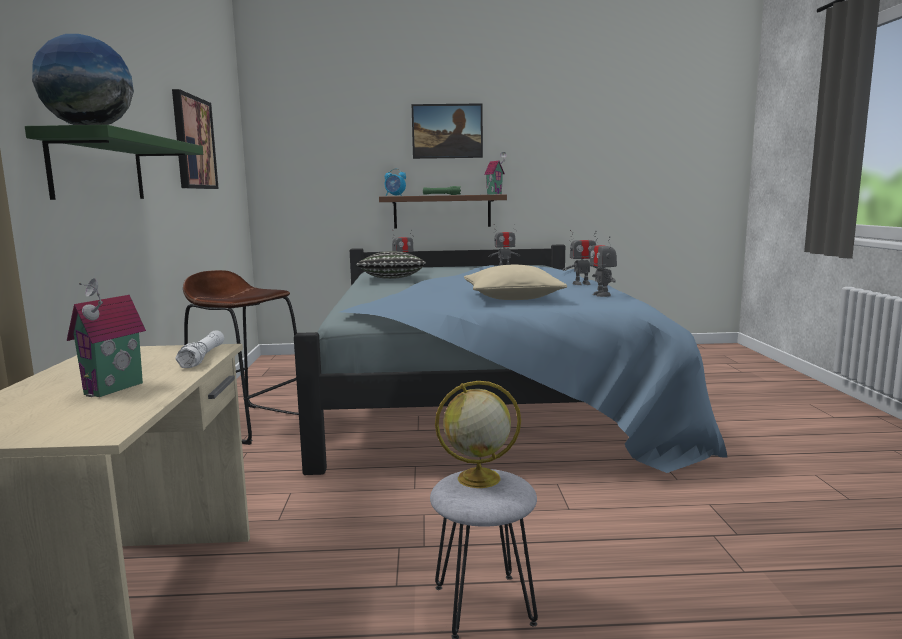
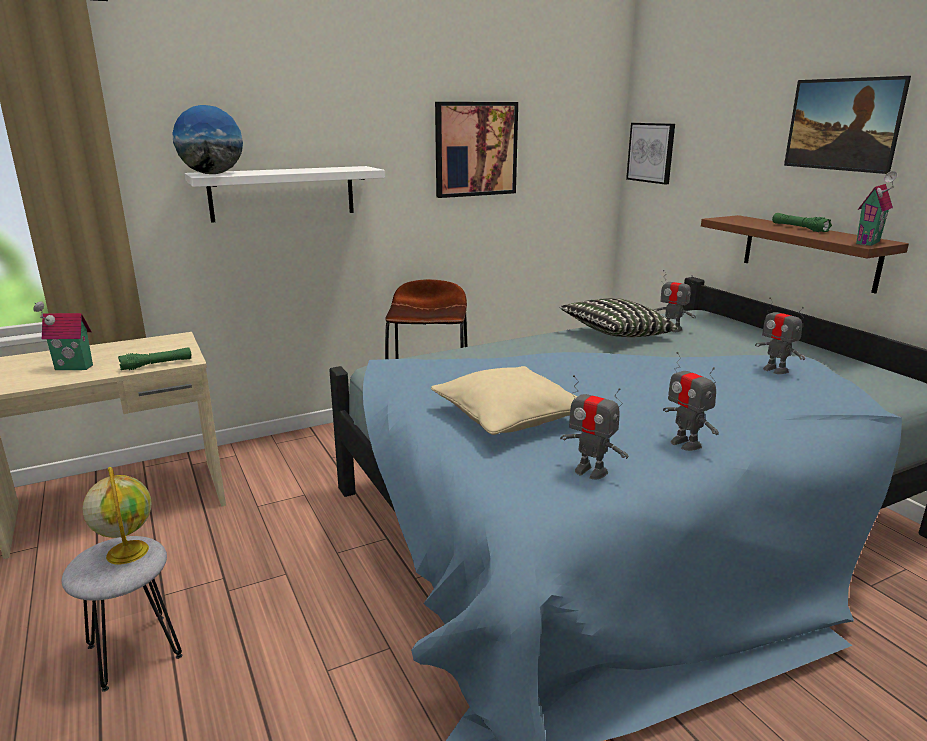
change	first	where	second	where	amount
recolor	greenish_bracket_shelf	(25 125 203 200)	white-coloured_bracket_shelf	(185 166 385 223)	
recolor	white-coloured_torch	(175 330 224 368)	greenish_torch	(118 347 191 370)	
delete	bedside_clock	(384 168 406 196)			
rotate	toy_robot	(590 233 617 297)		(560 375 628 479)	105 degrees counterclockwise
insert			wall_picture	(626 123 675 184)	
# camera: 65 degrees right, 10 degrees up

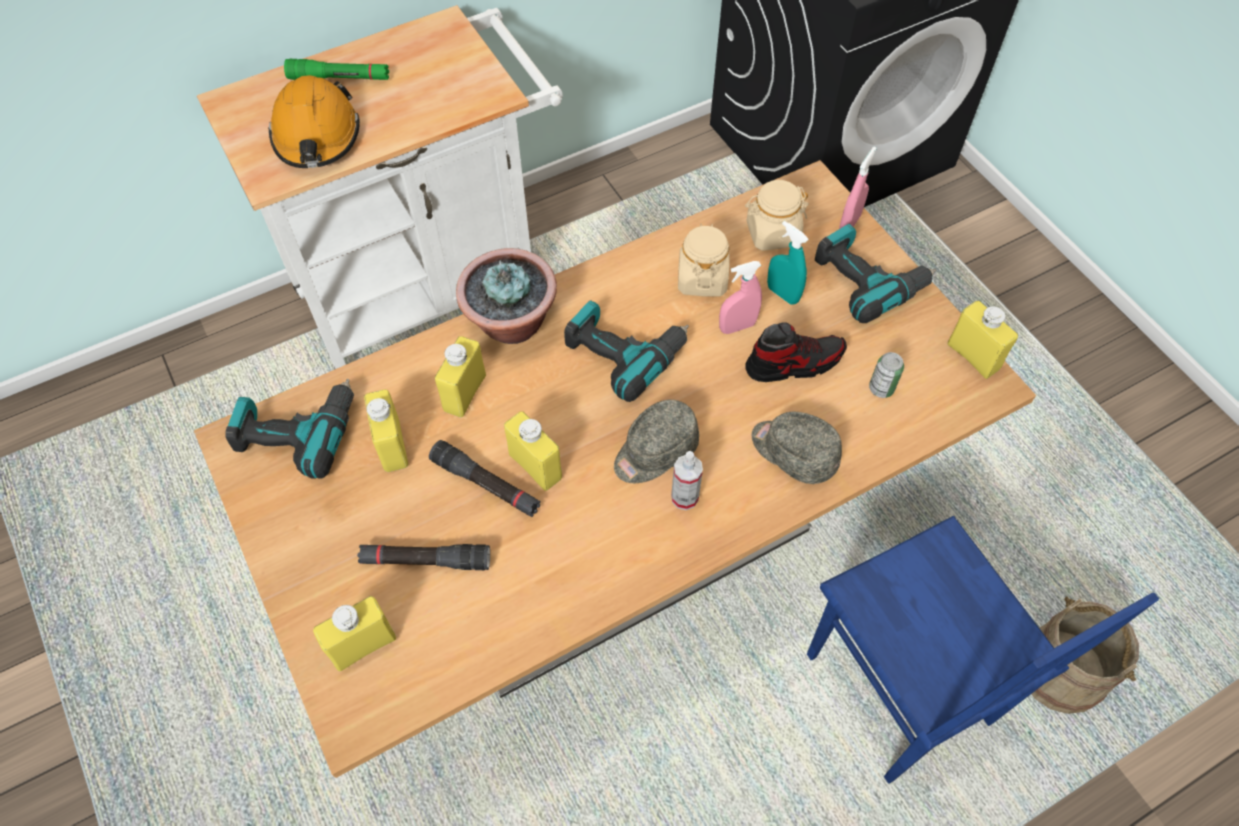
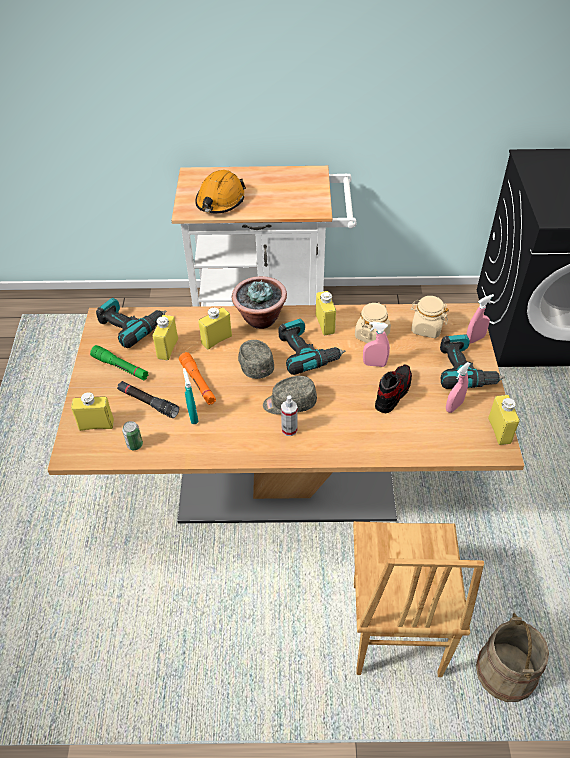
change	first	where	second	where	amount
move	greenish_torch	(284 59 389 80)		(90 345 148 380)	
recolor	blackish_torch	(429 440 540 517)	orange_torch	(179 352 216 405)	
move	yellow-coloured_beverage_bottle	(504 411 562 491)		(316 291 336 335)	
rotate	low_shoe	(745 322 847 382)		(375 364 412 413)	75 degrees counterclockwise
move	gray_baseball_cap	(752 411 842 484)		(238 340 274 379)	
move	turquoise-coloured_sprayer	(767 221 809 305)		(183 368 199 424)	
recolor	blue-coloured_chair	(807 516 1159 784)	brown_chair	(353 521 484 677)	
move	metal_can	(869 352 904 398)		(122 421 143 450)	
insert			pinkish_sprayer	(446 362 470 413)	
# camera: 30 degrees right, 10 degrees down

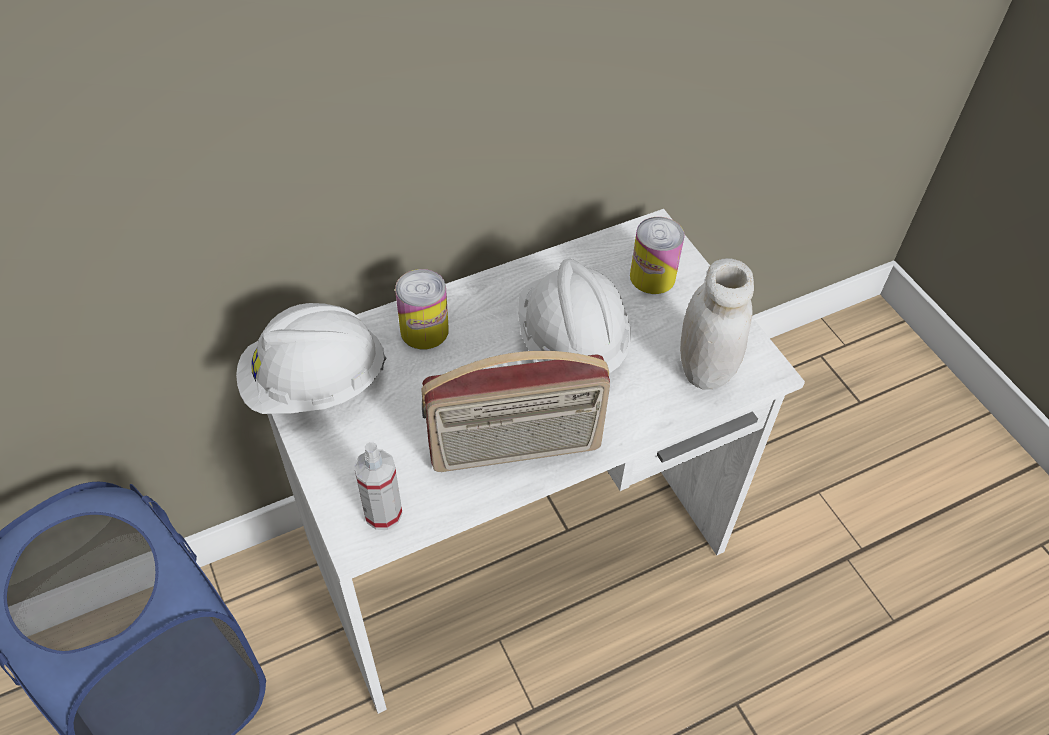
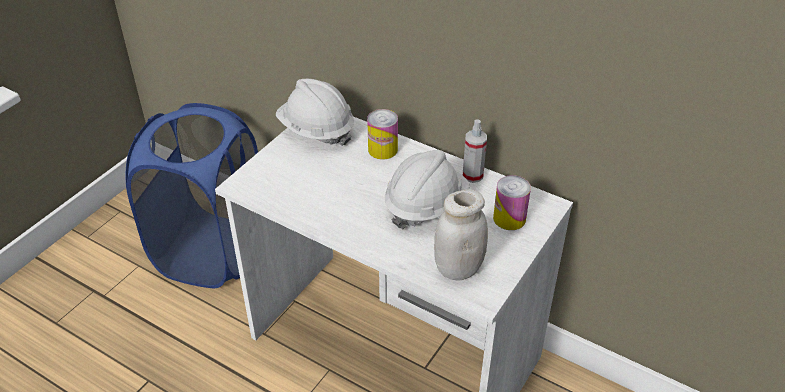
change	first	where	second	where	amount
move	sprayer	(354 442 403 530)		(463 119 487 183)	
delete	radio_set	(421 351 610 472)			
# camera: 60 degrees right, 10 degrees down

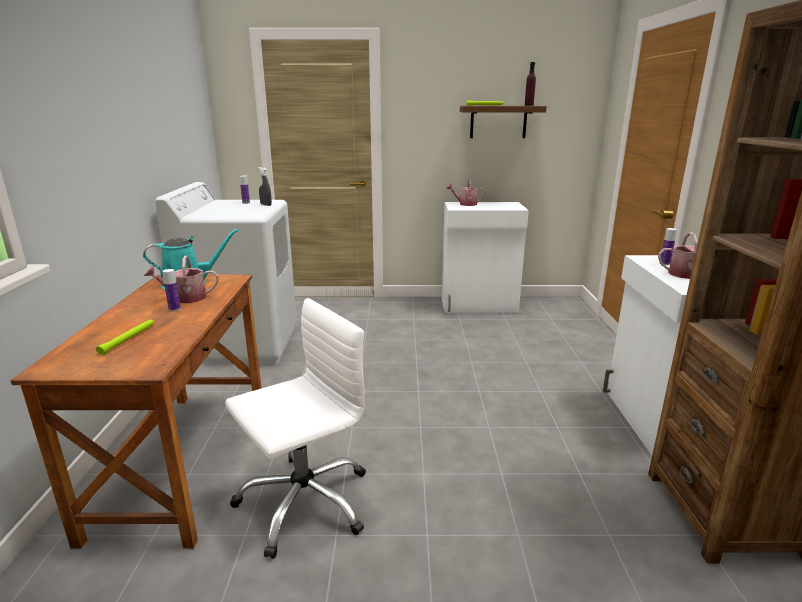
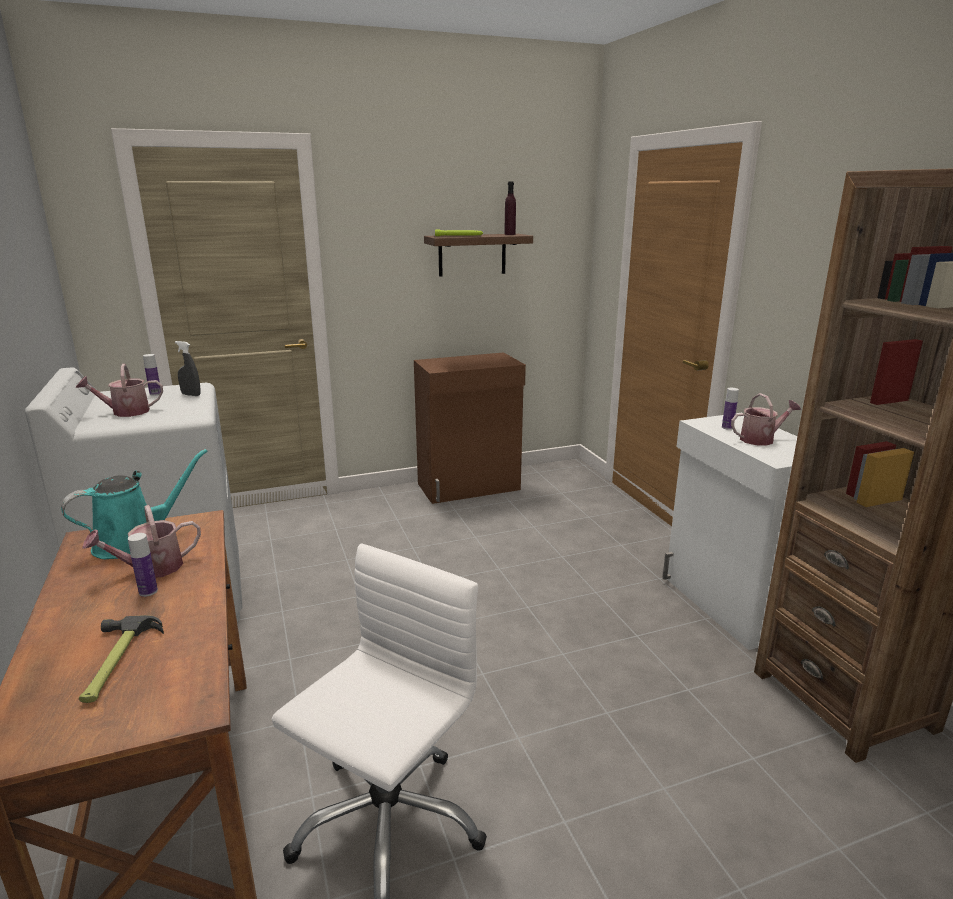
change	first	where	second	where	amount
replace	greenish_torch	(96 320 154 355)	tool_hammer	(79 615 164 703)	
recolor	white-coloured_cabinet	(442 202 529 313)	brown_cabinet	(414 352 526 504)	
move	sprinkling_can	(446 179 486 206)		(76 364 163 417)	
# camera: 20 degrees left, 0 degrees up

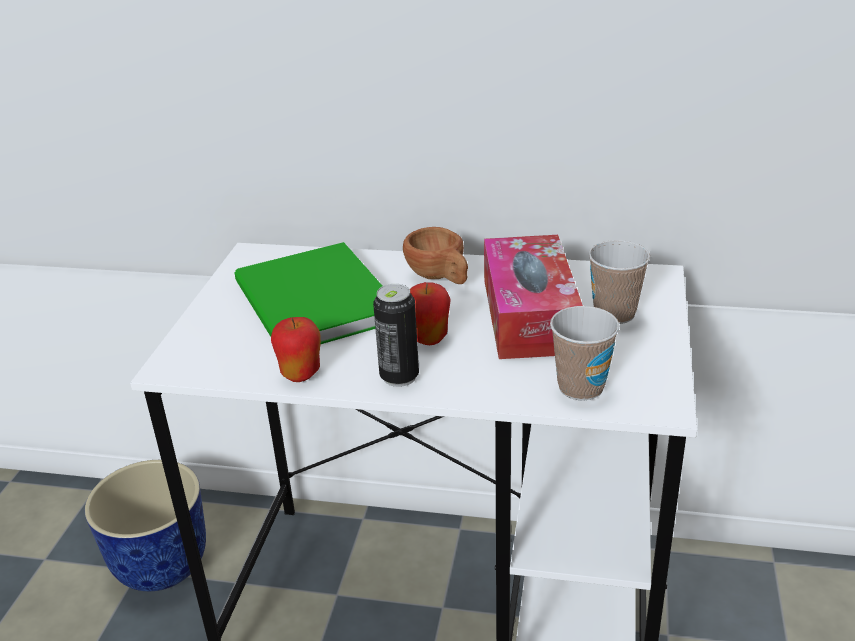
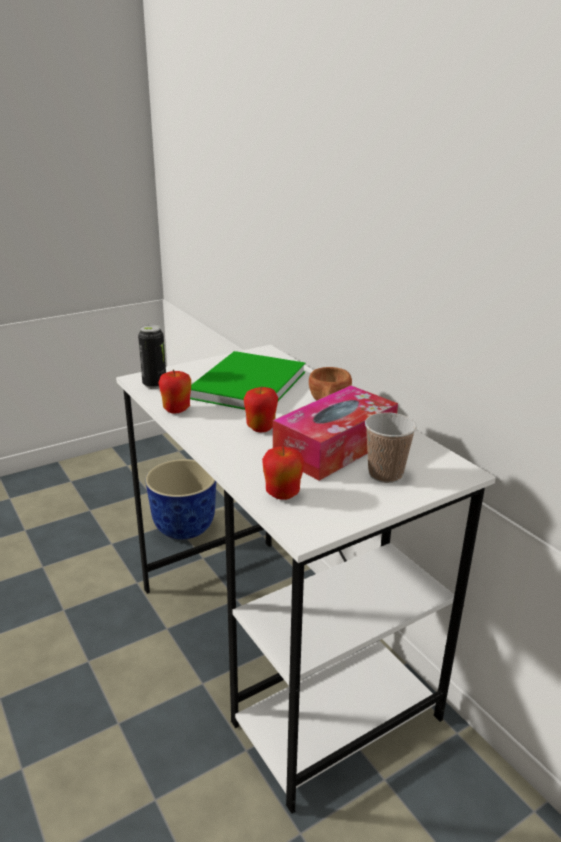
change	first	where	second	where	amount
move	metal_can	(373 284 419 387)		(138 325 166 389)	
replace	cup	(550 306 620 401)	whole_apple	(262 447 304 500)	
# camera: 45 degrees right, 5 degrees down

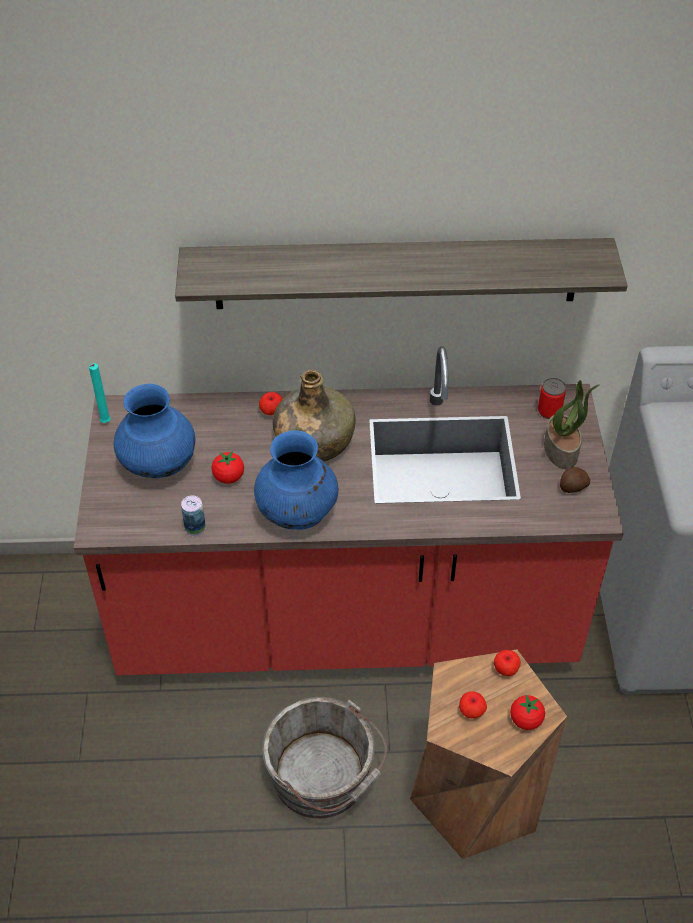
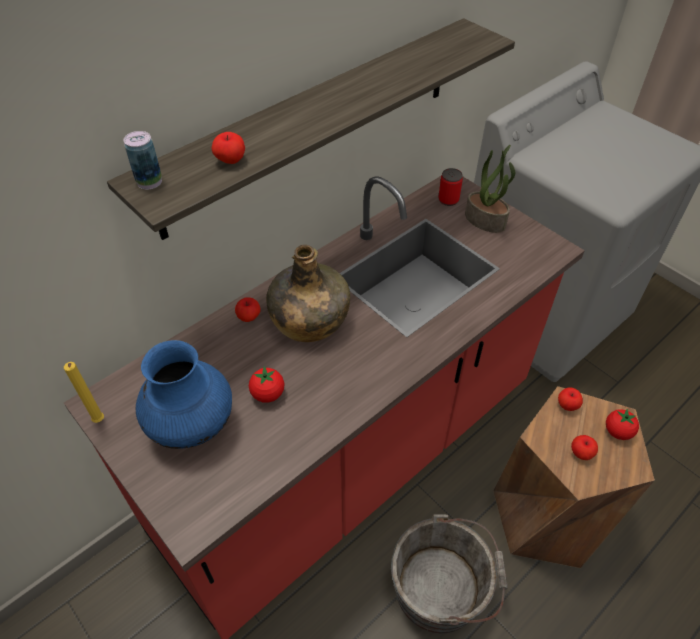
change	first	where	second	where	amount
recolor	turquoise-coloured_wax_light	(89 363 111 423)	yellow-coloured_wax_light	(64 362 104 423)	
move	metal_can	(181 495 206 537)		(123 131 162 189)	
delete	blue-coloured_vase	(254 430 338 530)			
delete	spud	(560 467 590 493)			
insert			whole_apple	(211 132 245 164)	
# camera: 40 degrees left, 0 degrees up

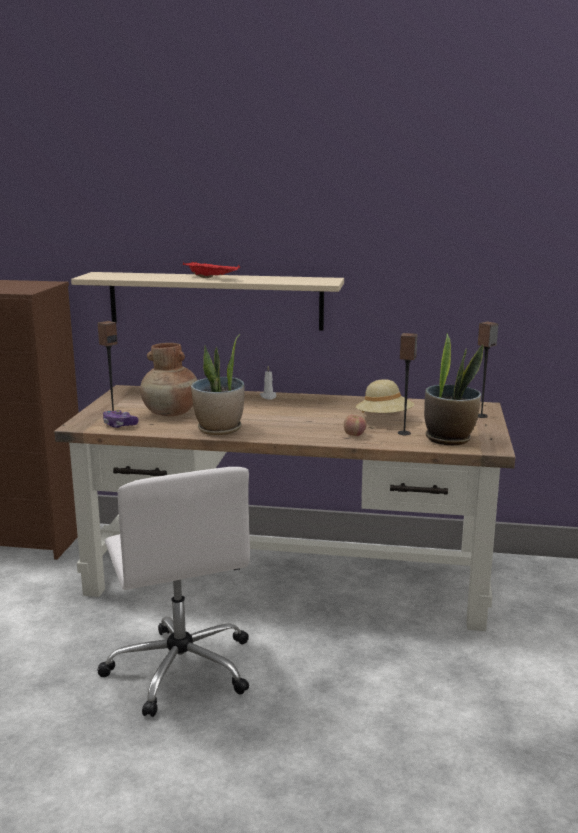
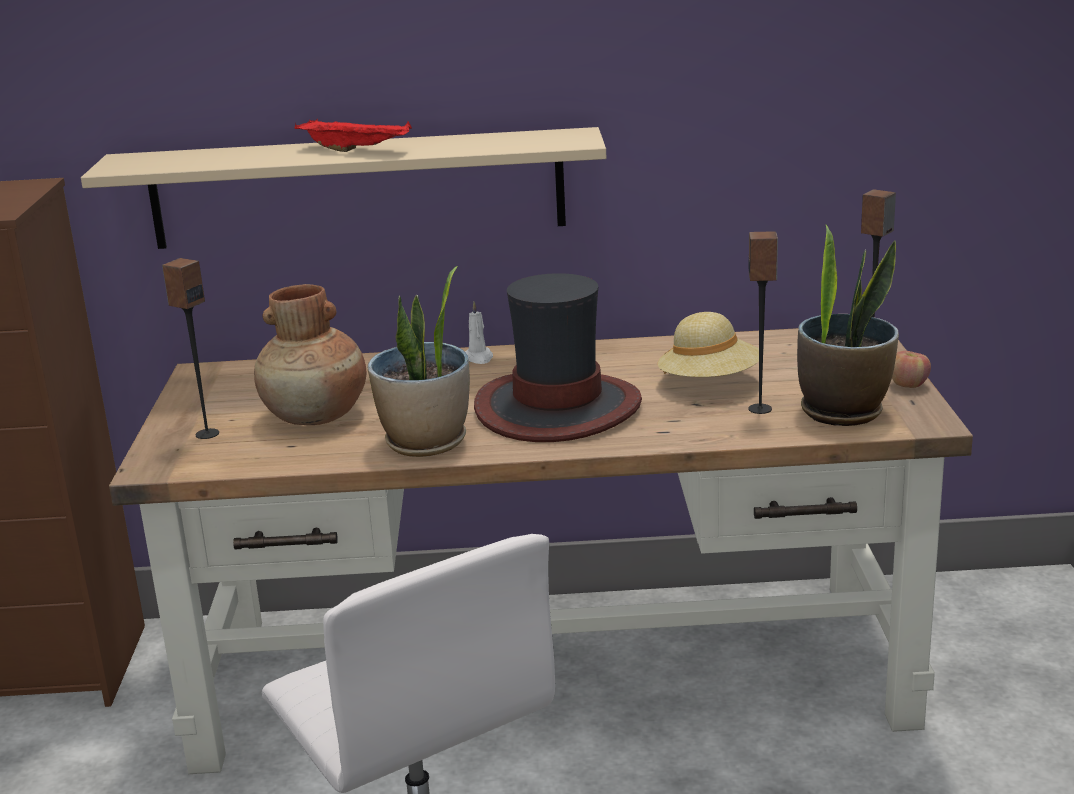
change	first	where	second	where	amount
delete	gamepad	(103 410 139 428)			
move	whole_apple	(344 415 367 436)		(892 351 931 388)	
insert			hat	(474 273 642 442)	
# camera: 10 degrees left, 5 degrees up

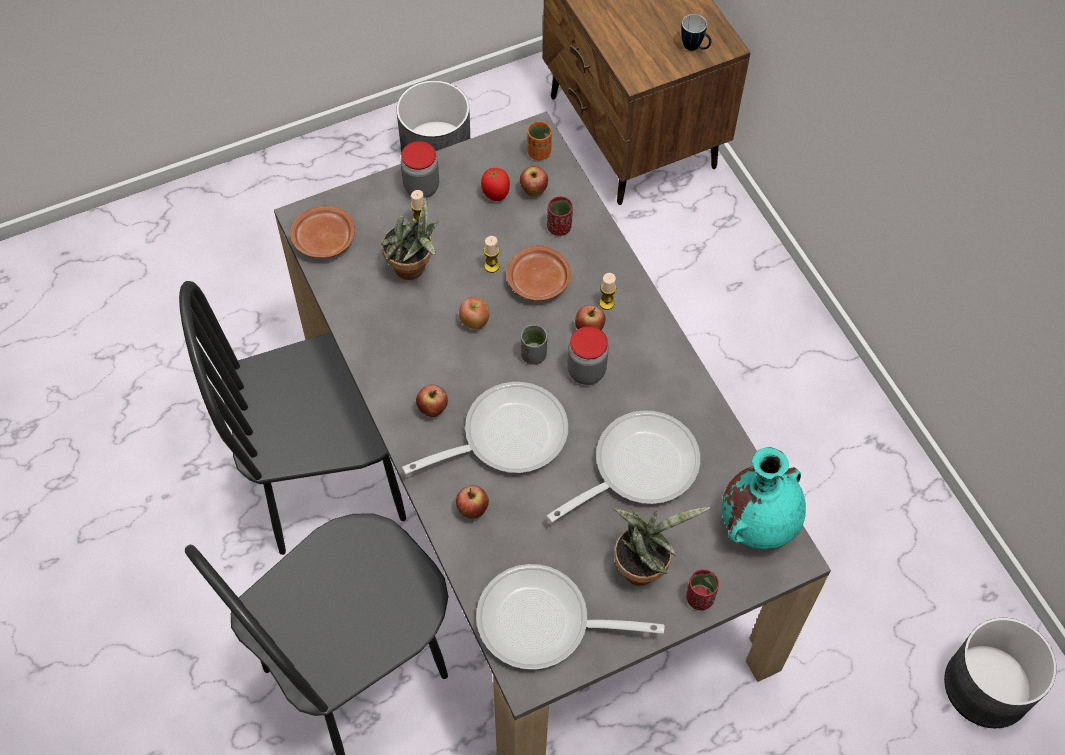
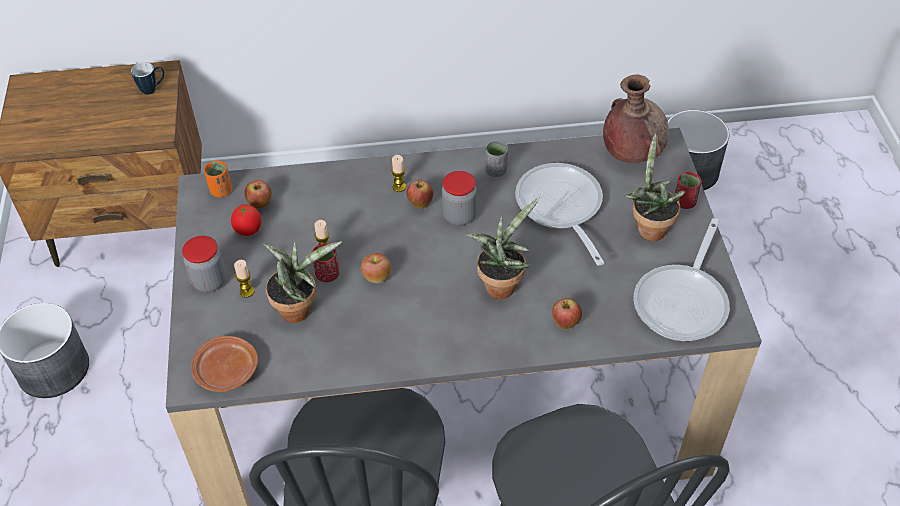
change	first	where	second	where	amount
replace	pan	(402 382 568 474)	houseplant	(465 198 540 299)	
delete	whole_apple	(416 384 448 417)			
delete	brown_flat_dish	(506 245 571 301)			
move	gray_cup	(521 325 547 365)		(485 140 508 177)	
move	reddish_cup	(547 196 573 236)		(312 243 339 282)	
recolor	turquoise-coloured_vase	(722 447 806 549)	brown_vase	(603 74 669 163)	
# camera: 70 degrees left, 10 degrees down

